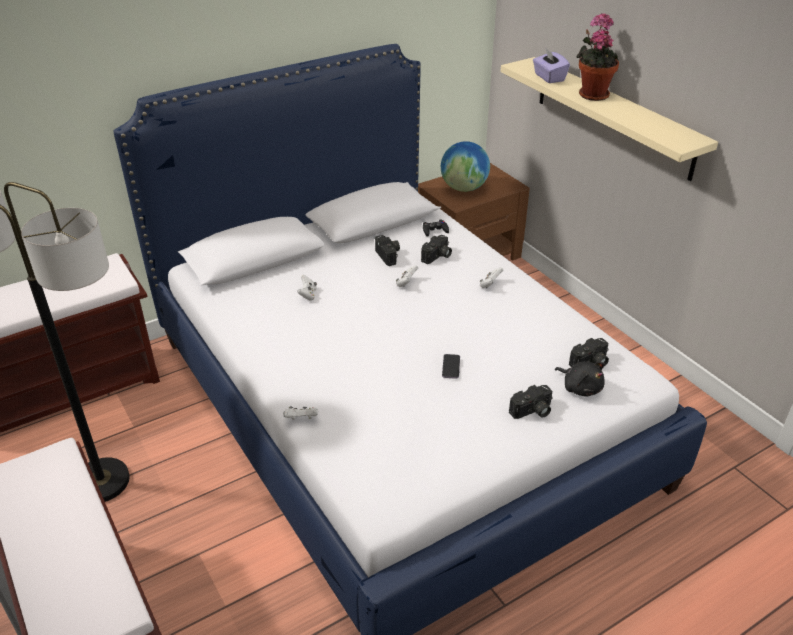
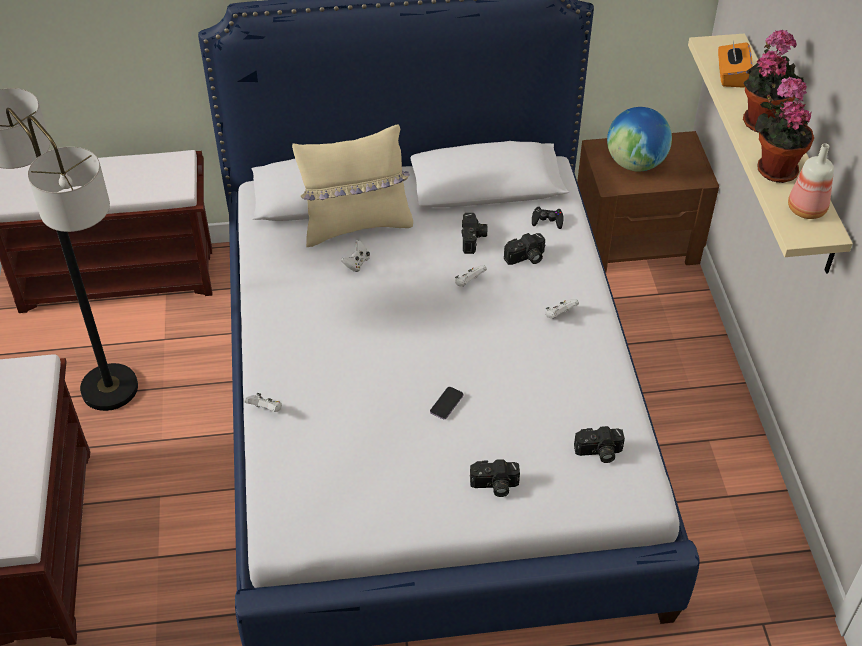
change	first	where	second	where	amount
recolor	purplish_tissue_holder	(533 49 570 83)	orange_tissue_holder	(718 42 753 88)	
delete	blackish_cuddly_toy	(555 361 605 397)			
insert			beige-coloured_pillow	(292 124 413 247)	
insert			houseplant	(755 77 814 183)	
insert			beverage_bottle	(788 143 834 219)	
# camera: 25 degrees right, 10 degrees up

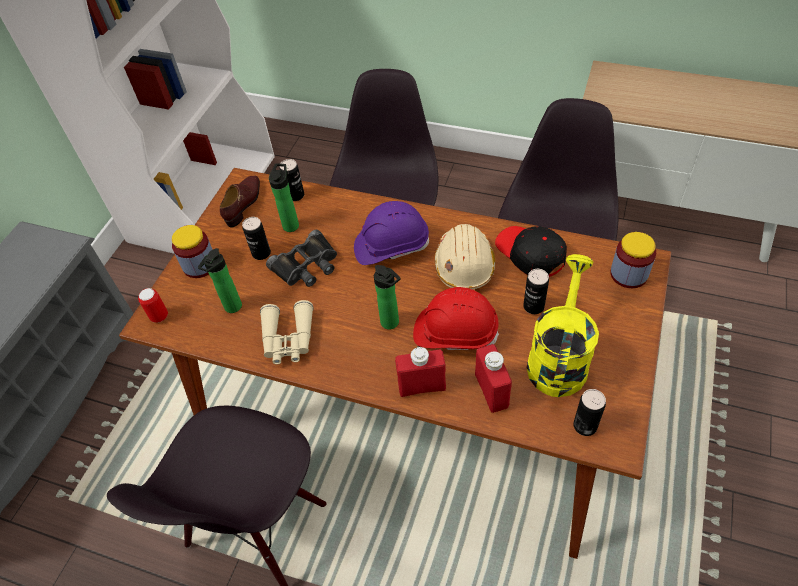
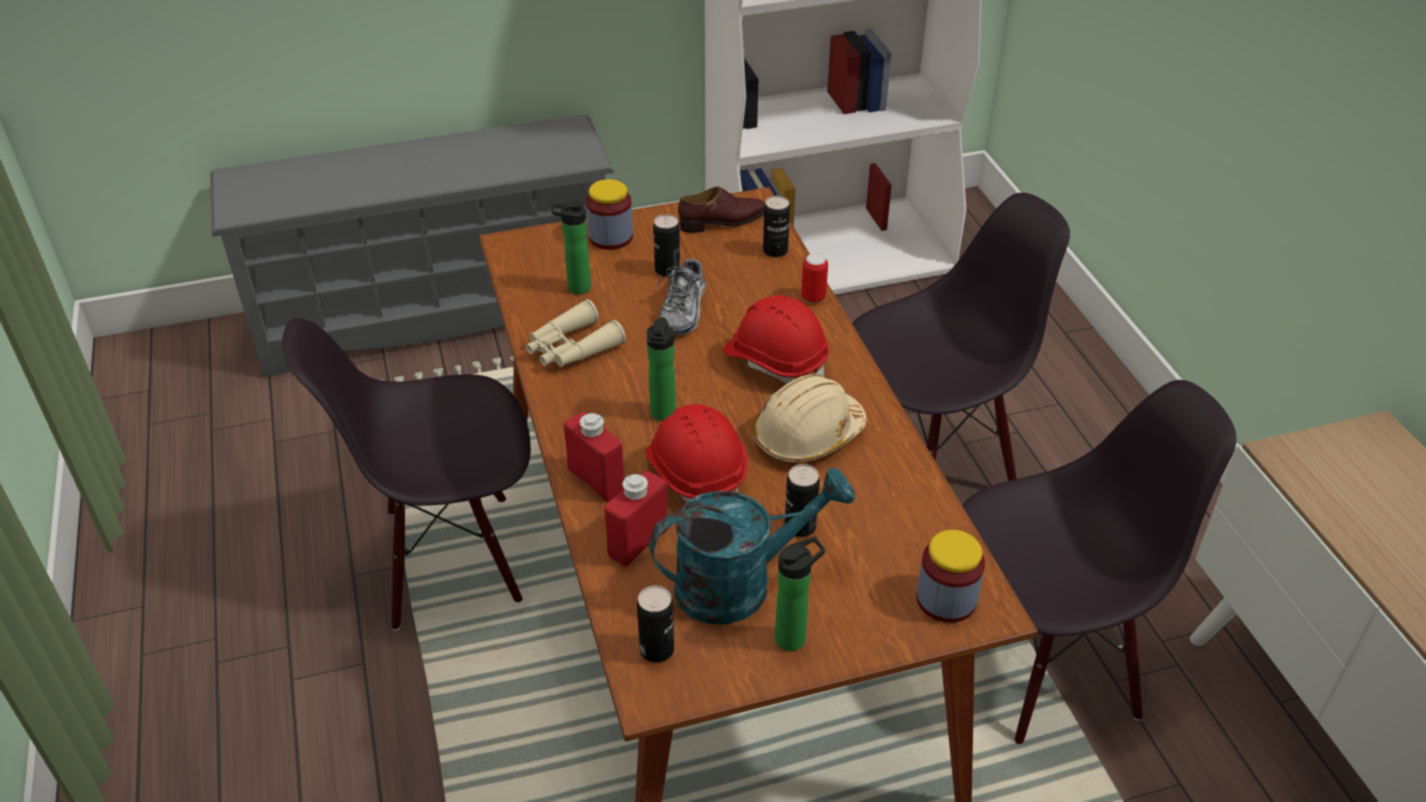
change	first	where	second	where	amount
move	metal_can	(138 288 168 323)		(801 253 828 303)	
replace	blackish_binoculars	(266 230 337 287)	low_shoe	(655 255 707 335)	
move	beverage_bottle	(269 164 299 232)		(775 536 825 651)	
recolor	purplish_hard_hat	(354 201 429 265)	reddish_hard_hat	(723 295 829 384)	
delete	blackish_baseball_cap	(495 226 567 277)			
recolor	yellow-coloured_sprinkling_can	(527 254 599 397)	turquoise-coloured_sprinkling_can	(649 467 855 625)	
# camera: 50 degrees right, 10 degrees down

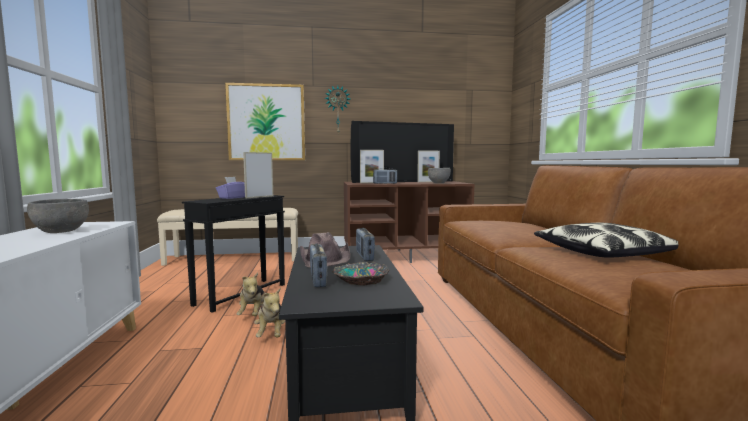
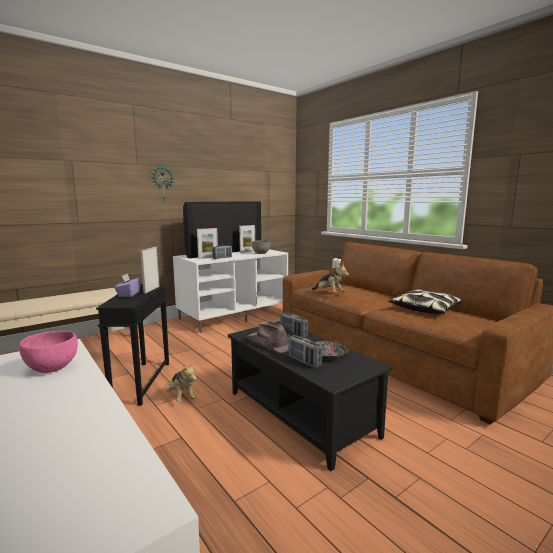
change	first	where	second	where	amount
recolor	gray_bowl	(27 199 89 233)	pinkish_bowl	(19 331 78 373)	
delete	wall_picture	(225 83 305 160)			
move	cuddly_toy	(254 287 285 337)		(312 263 349 293)	
recolor	brown_media_console	(344 181 474 263)	white-coloured_media_console	(173 249 288 333)	
# camera: 30 degrees left, 5 degrees up

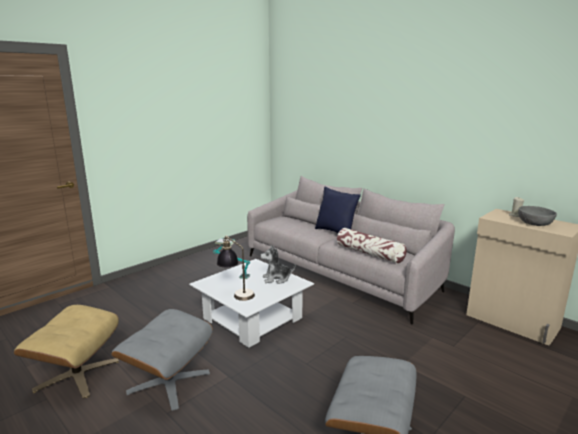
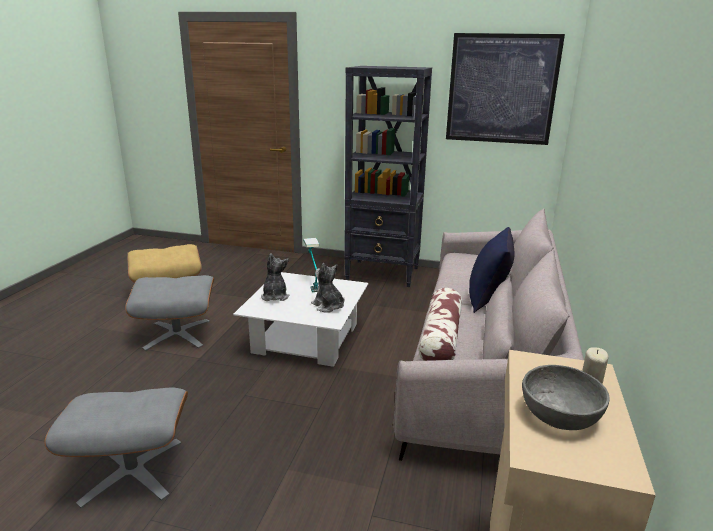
change	first	where	second	where	amount
replace	tabletop_lamp	(217 235 255 301)	cuddly_toy	(261 253 289 301)	
insert			blackish_shelving_unit	(344 66 432 287)	
insert			wall_picture	(446 33 565 145)	
# camera: 60 degrees right, 5 degrees up

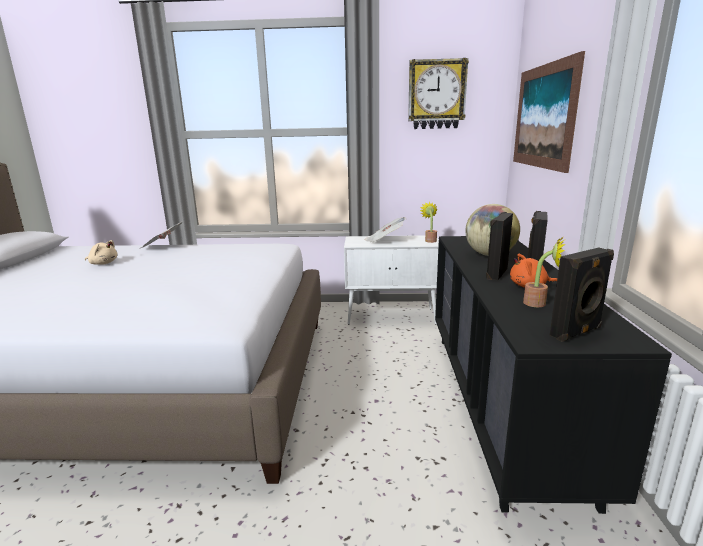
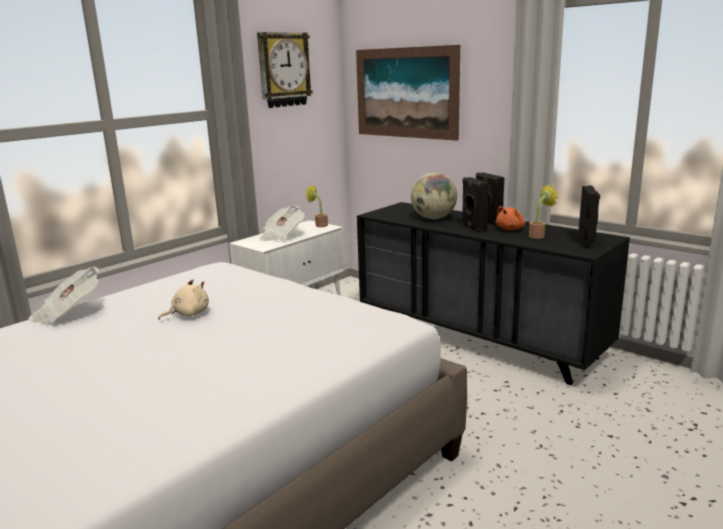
change	first	where	second	where	amount
move	beige-coloured_cuddly_toy	(85 240 118 265)		(158 279 209 320)	
# camera: 50 degrees left, 0 degrees up

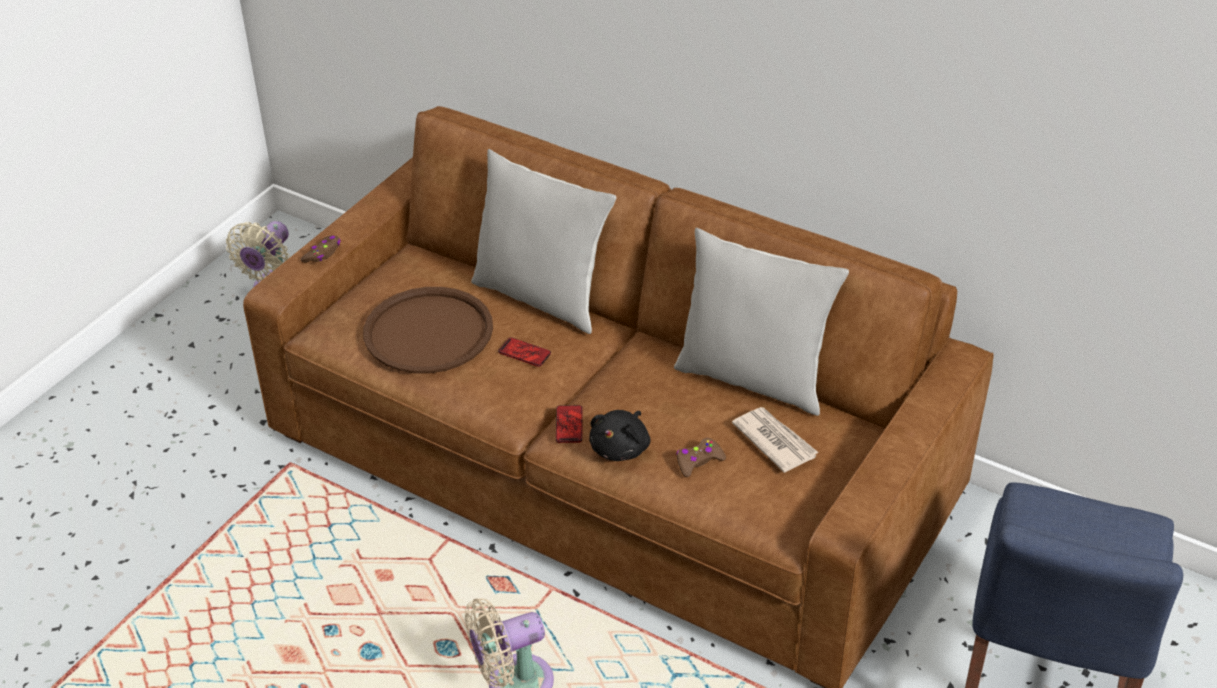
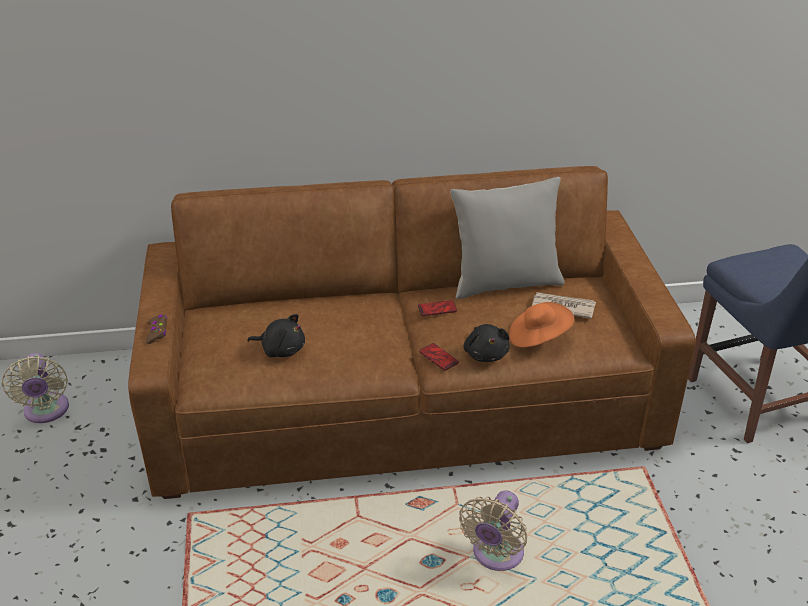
change	first	where	second	where	amount
replace	brown_carrying_tray	(363 287 493 373)	blackish_cuddly_toy	(247 314 305 357)	
delete	gray_pillow	(471 149 616 334)			
move	telephone	(498 337 551 367)		(418 300 457 316)	
replace	brown_gamepad	(676 438 726 477)	orange_hat	(509 302 574 347)	
# camera: 40 degrees left, 5 degrees down

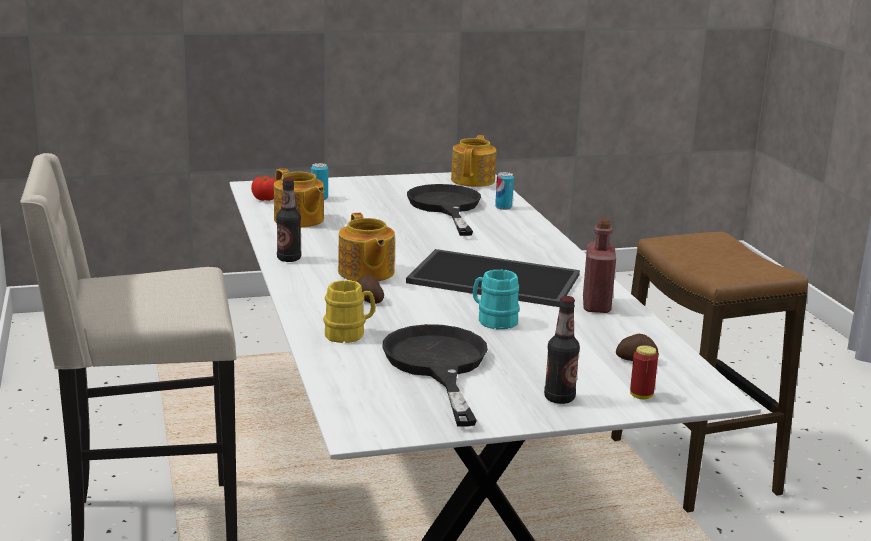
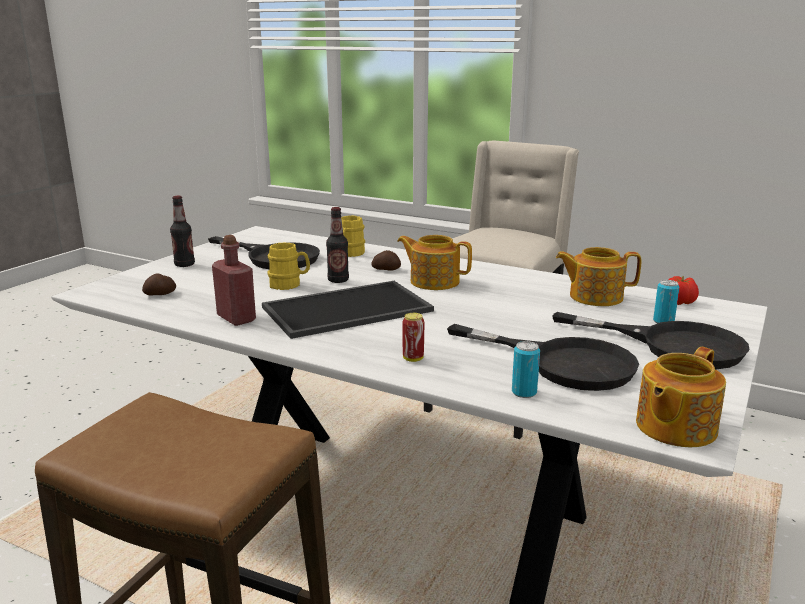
change	first	where	second	where	amount
move	beverage_bottle	(276 177 301 262)		(326 207 349 283)	
rotate	teapot	(451 135 497 187)		(636 347 726 447)	75 degrees clockwise
recolor	turquoise-coloured_tea_mug	(473 270 520 329)	yellow-coloured_tea_mug	(267 242 310 290)	
move	metal_can	(630 345 658 399)		(403 313 424 362)	
insert			blackish_pan	(552 312 749 369)	
# camera: 135 degrees right, 0 degrees up

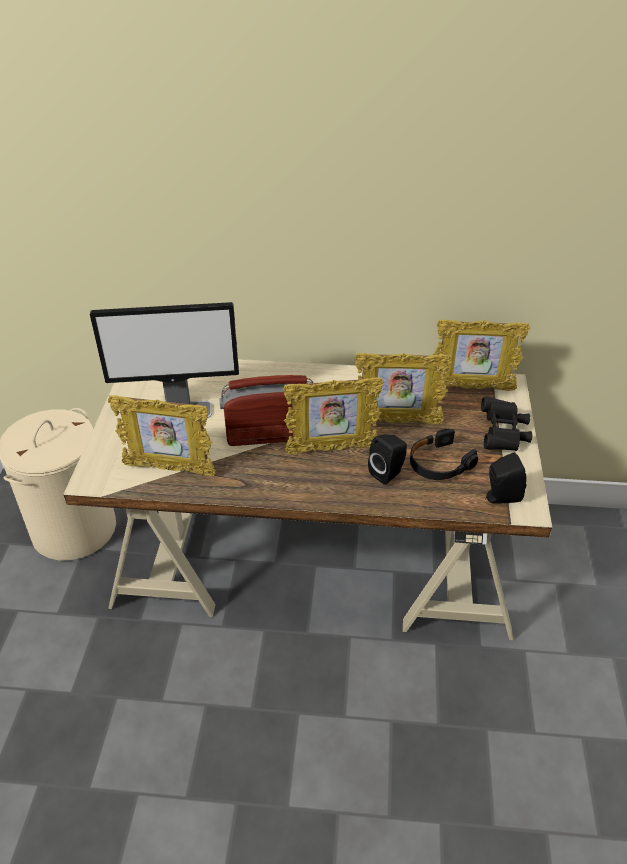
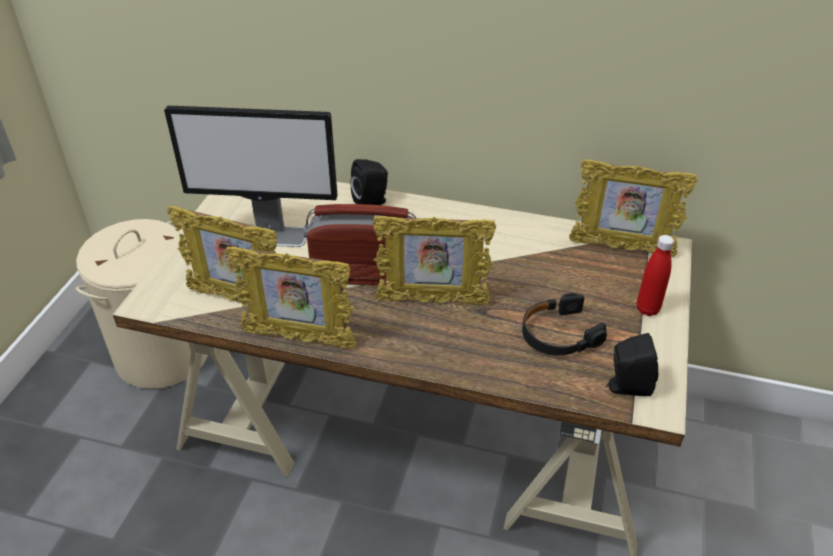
change	first	where	second	where	amount
move	picture_frame	(355 353 452 424)		(225 246 356 349)	
move	blackish_audio_speaker	(368 434 407 485)		(350 159 388 205)	
replace	blackish_binoculars	(481 397 532 451)	reddish_beverage_bottle	(637 235 674 316)	
# camera: 10 degrees right, 0 degrees up

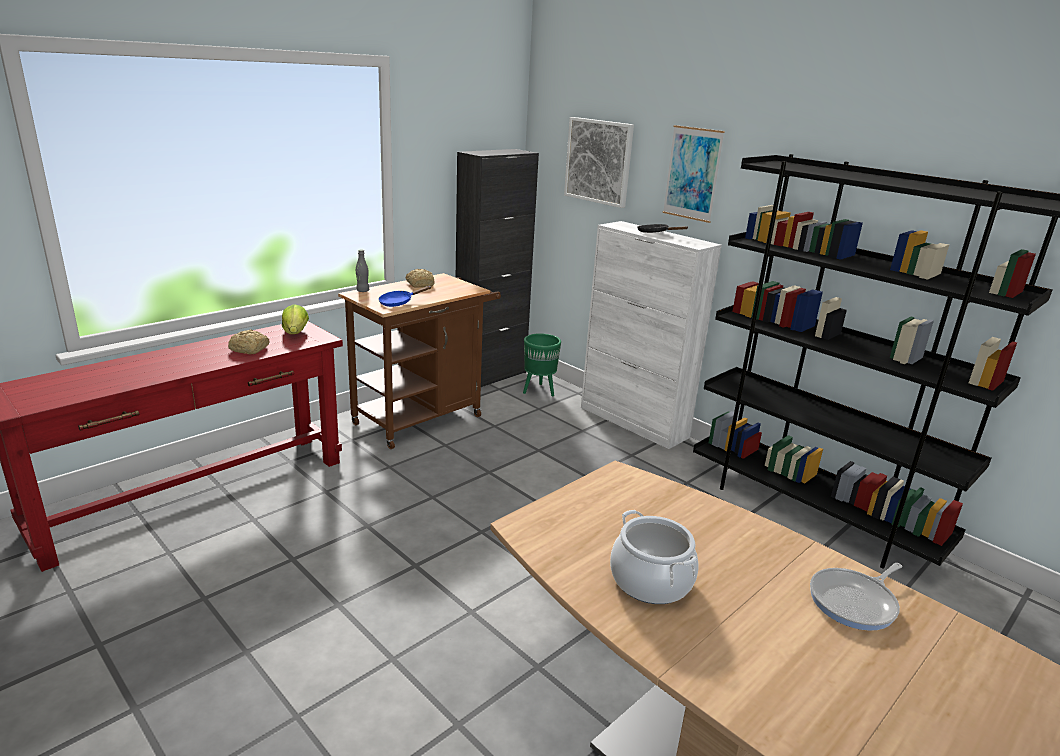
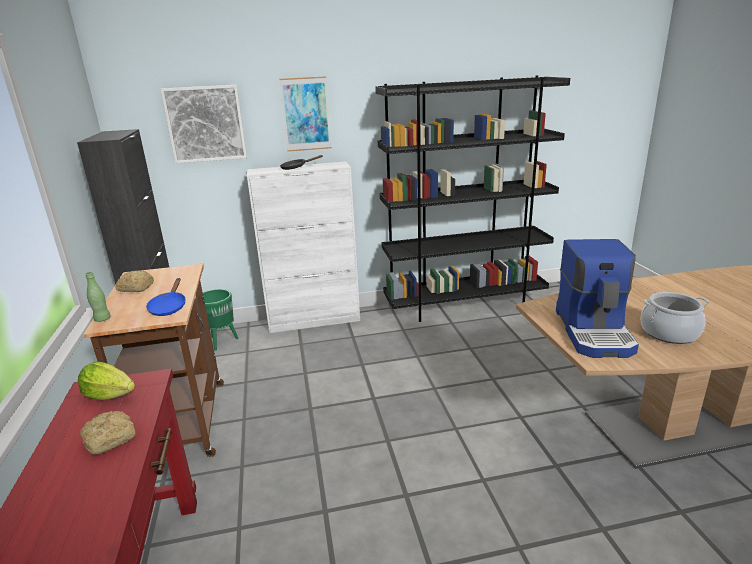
change	first	where	second	where	amount
recolor	gray_beverage_bottle	(356 250 369 292)	greenish_beverage_bottle	(85 272 111 322)	
delete	pan	(810 563 902 631)			
insert			coffee_maker	(556 239 639 358)	
# camera: 55 degrees left, 0 degrees up

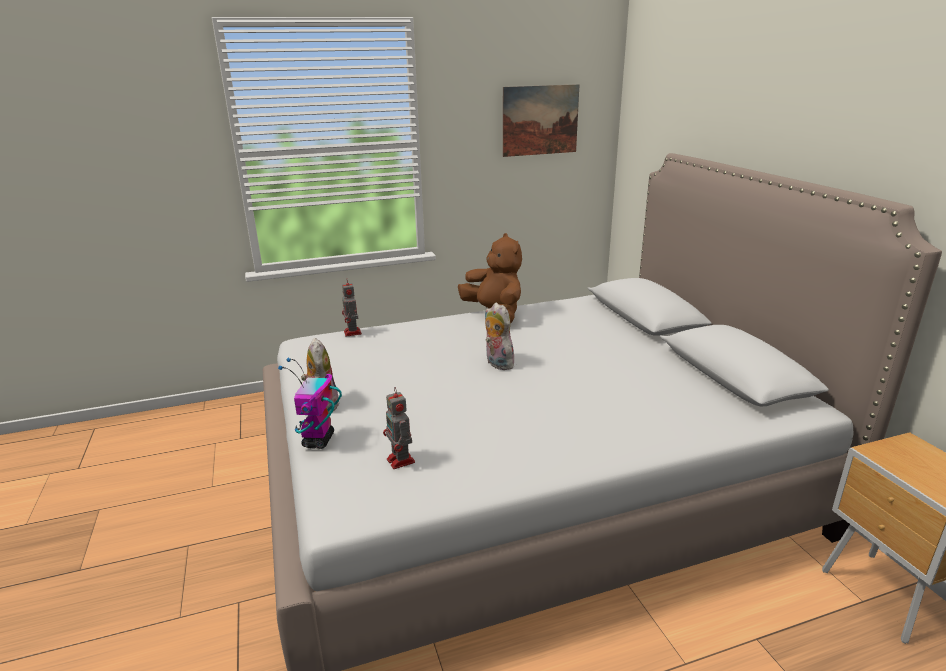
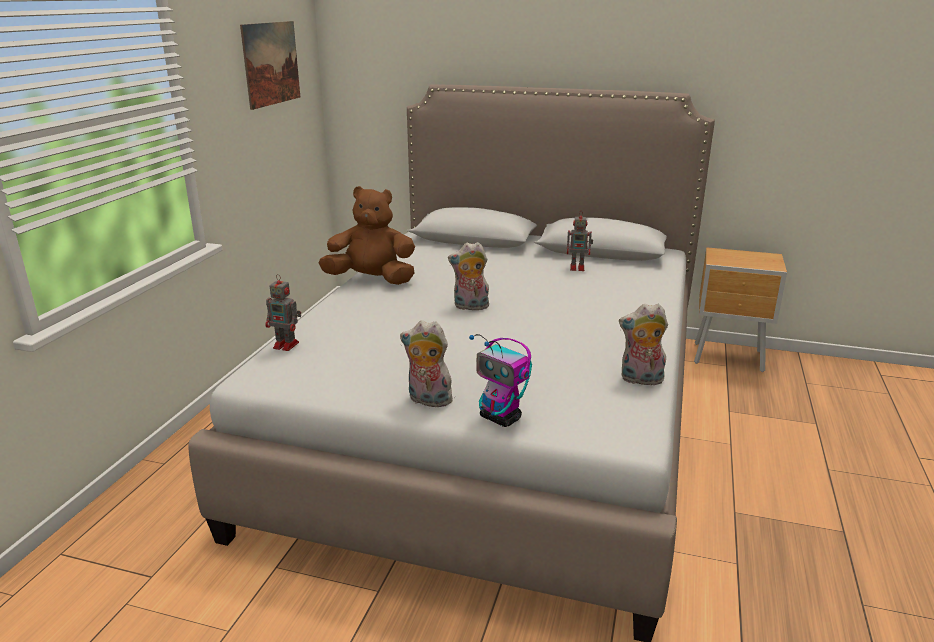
change	first	where	second	where	amount
move	toy_robot	(383 387 415 469)		(567 212 593 271)	
insert			cuddly_toy	(619 303 668 385)	
# camera: 55 degrees left, 0 degrees up

